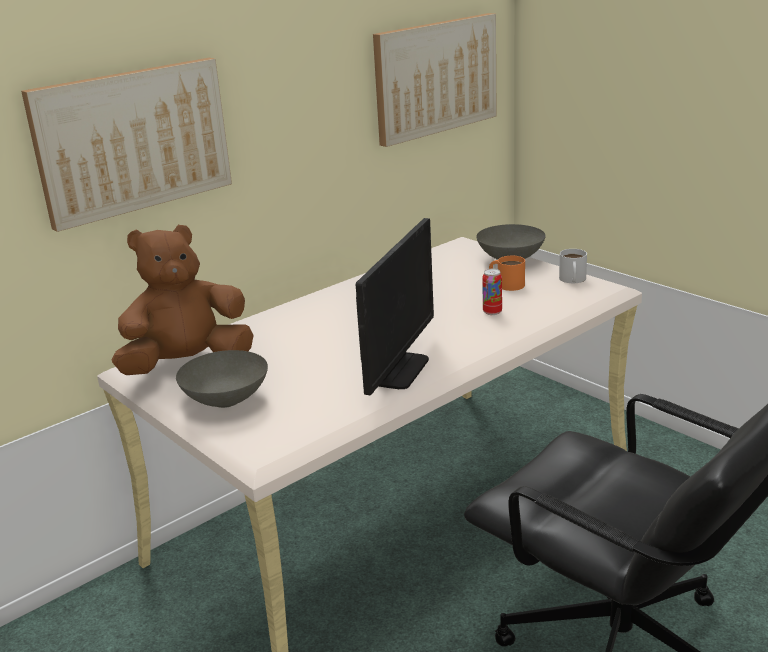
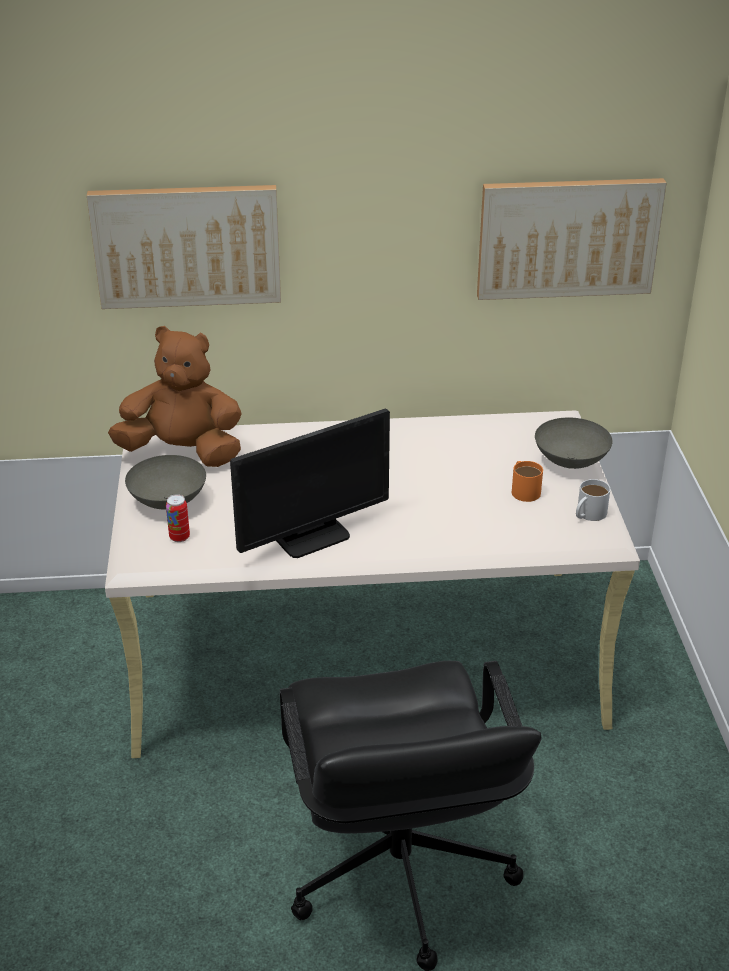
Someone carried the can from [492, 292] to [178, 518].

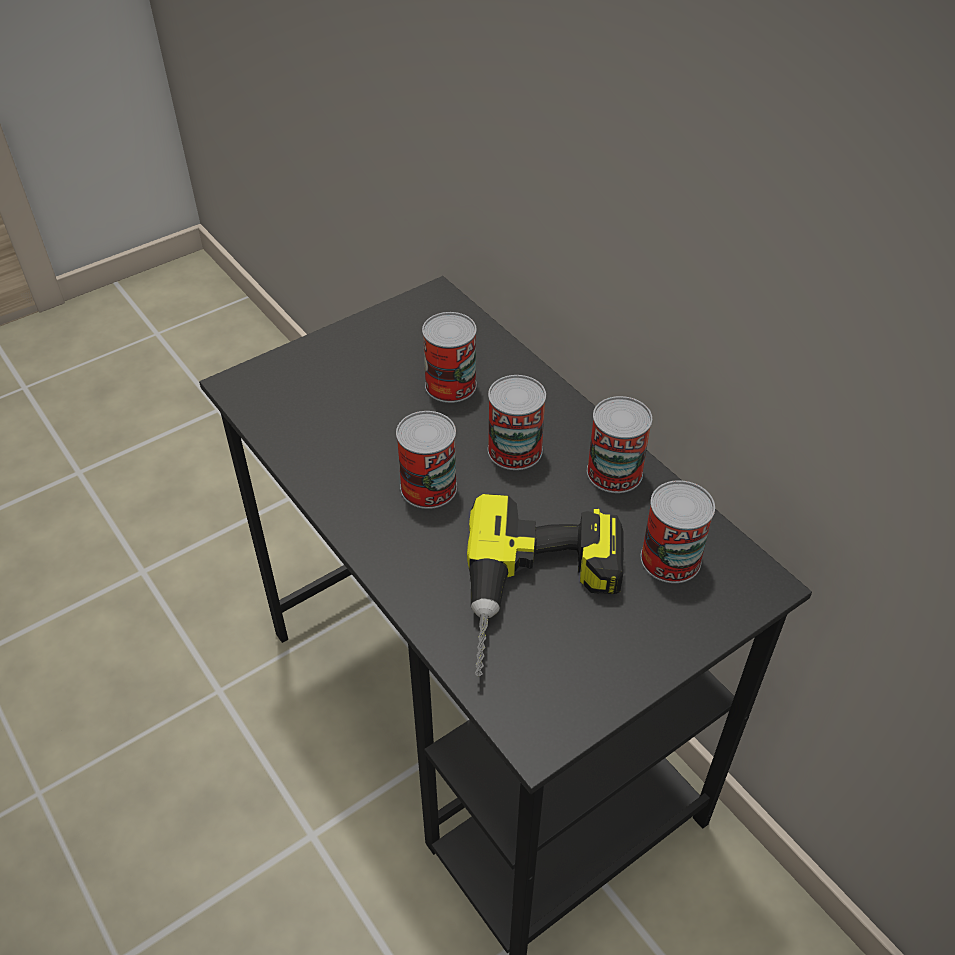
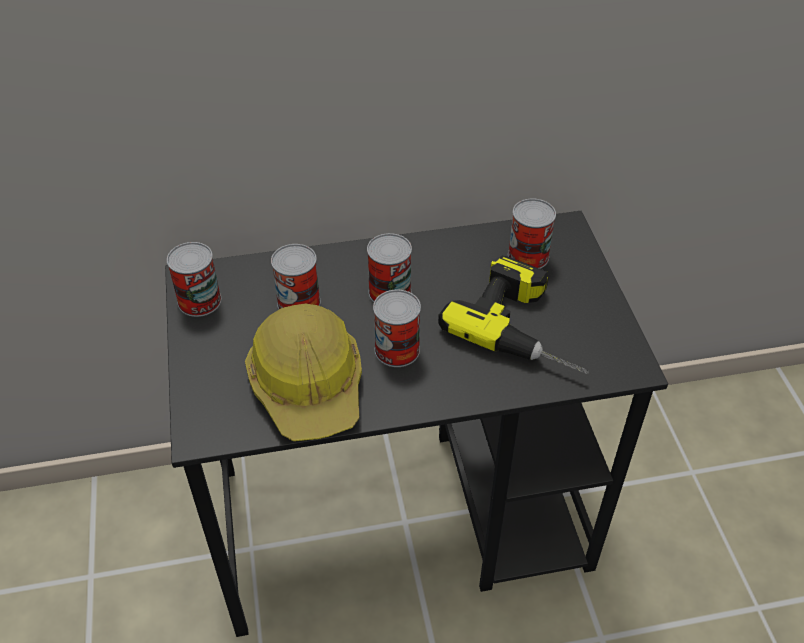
Someone put down the hard hat at [303, 372].
Someone carried the can from [619, 444] to [194, 279].

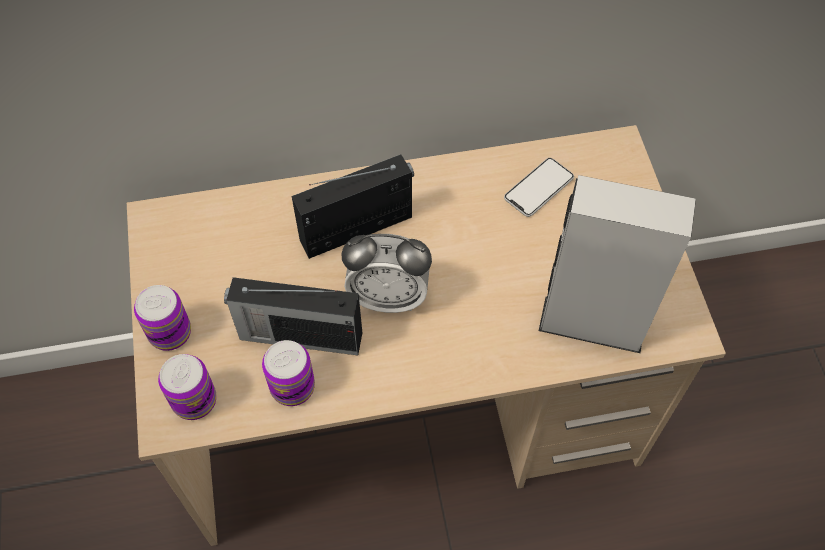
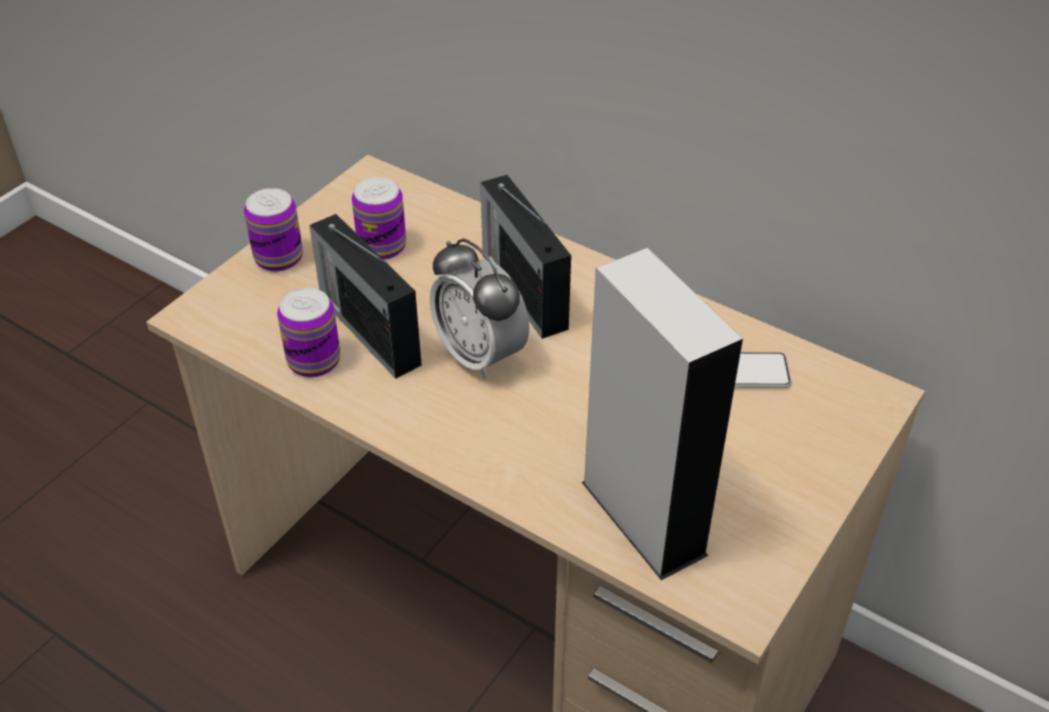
Someone carried the can from [187, 387] to [379, 218].
Someone rotated the radio at [353, 206] by 135 degrees counterclockwise.

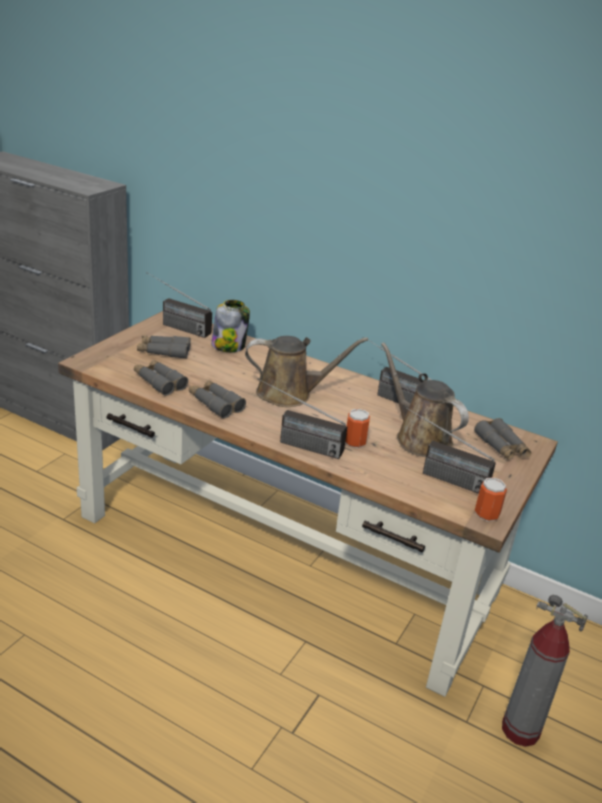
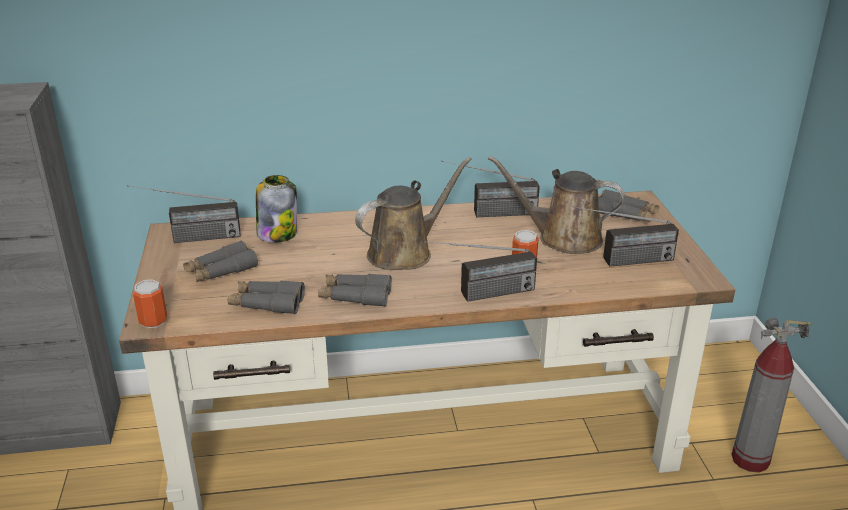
Someone carried the can from [491, 499] to [150, 303].

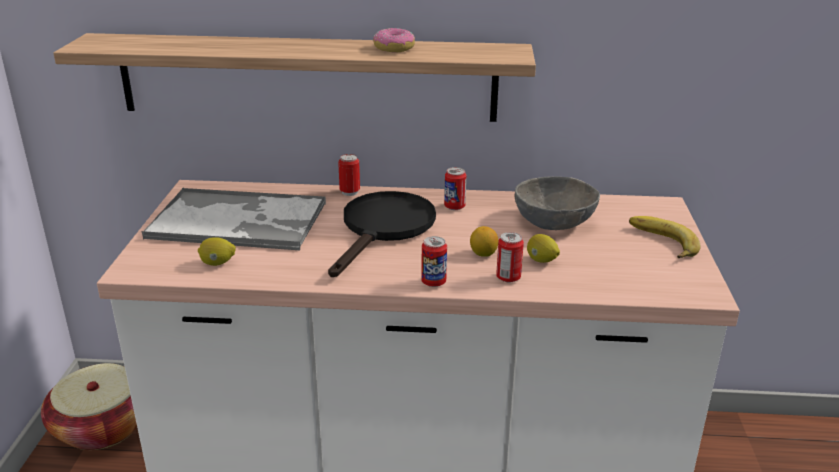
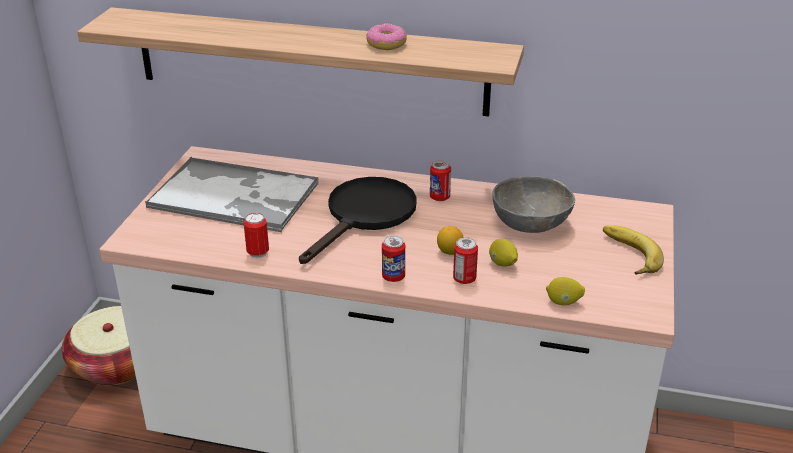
Someone carried the lemon from [217, 251] to [565, 291].
Someone carried the can from [349, 175] to [256, 235].

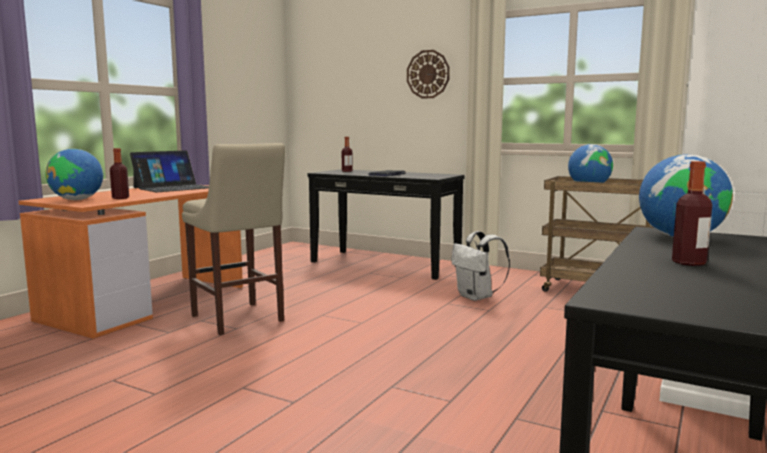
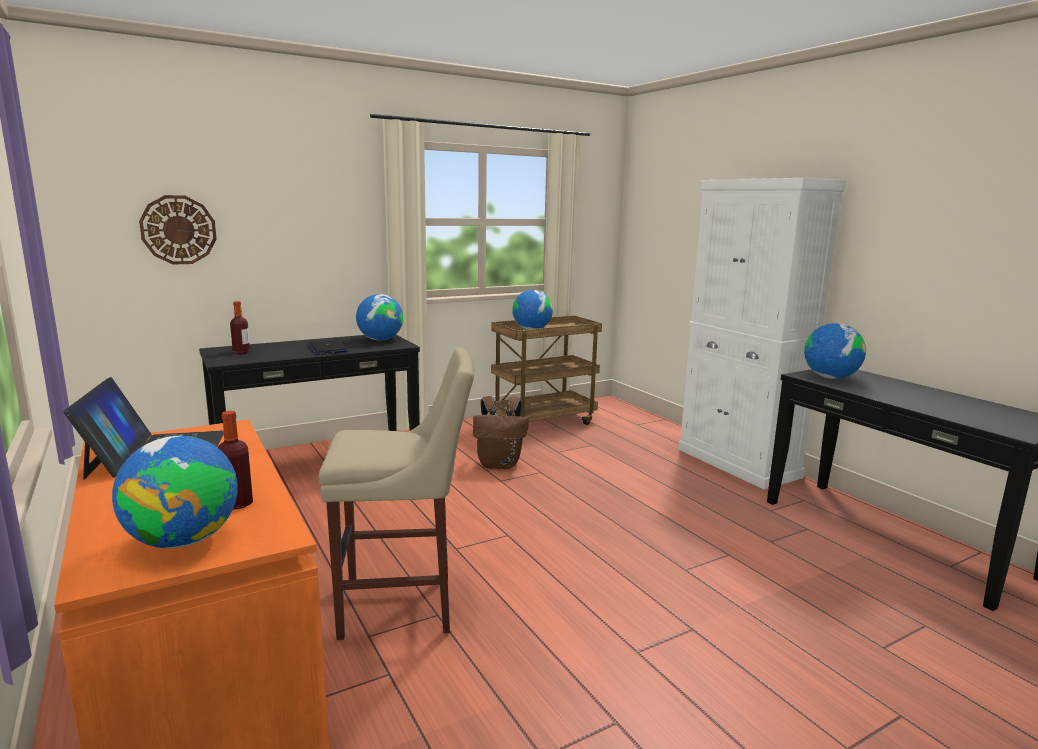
Someone took away the bottle at [692, 213].
Someone put down the globe at [379, 317].
Someone carried the wall clock from [428, 74] to [178, 230].
Someone repainted the backpack/white at [480, 266], which became the backpack/brown at [501, 432].

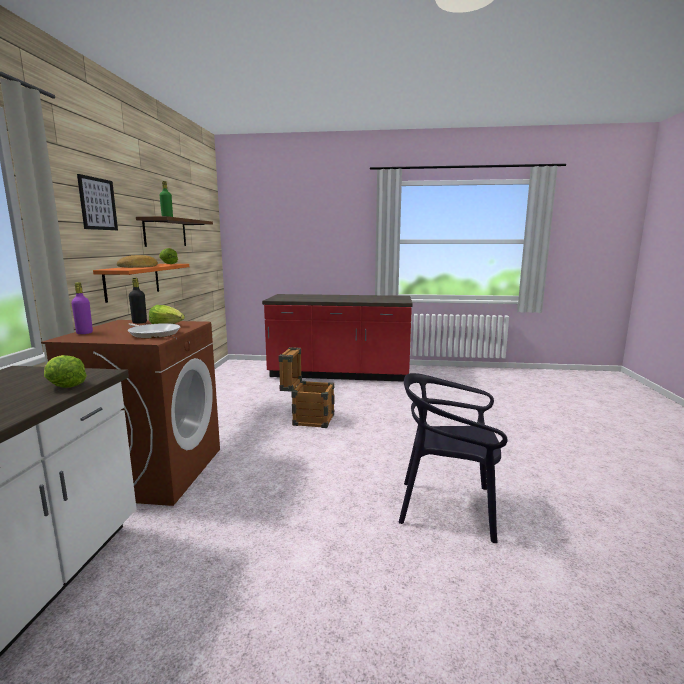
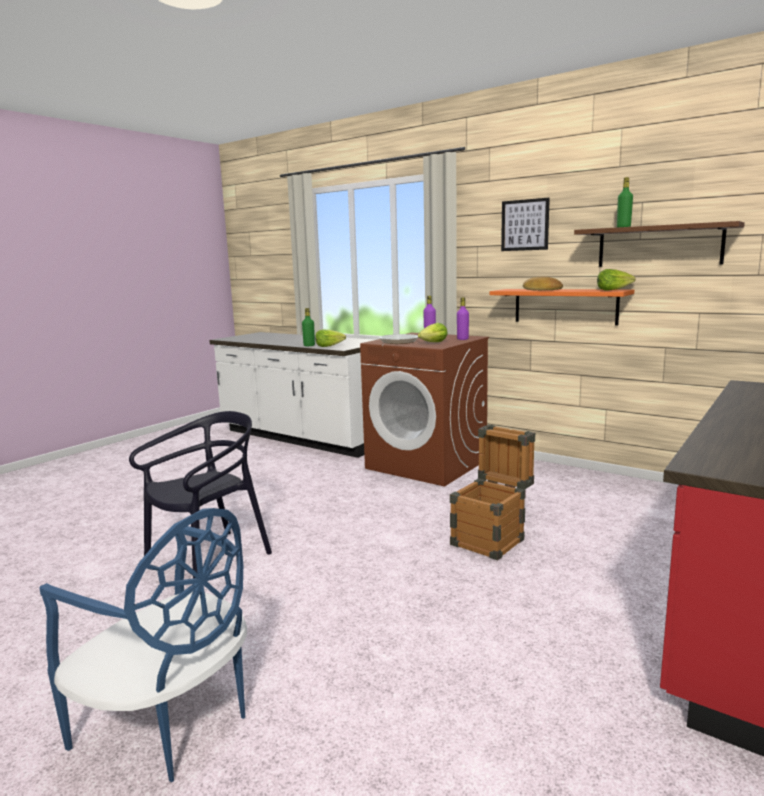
Someone put down the chair/blue at [143, 645].
Someone put down the bottle/green at [308, 327].
Someone repainted the bottle/black at [138, 301], which became the bottle/purple at [463, 318].

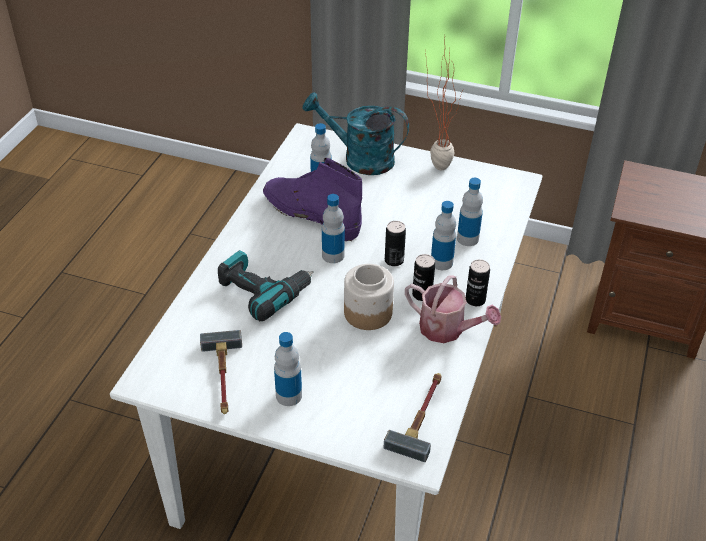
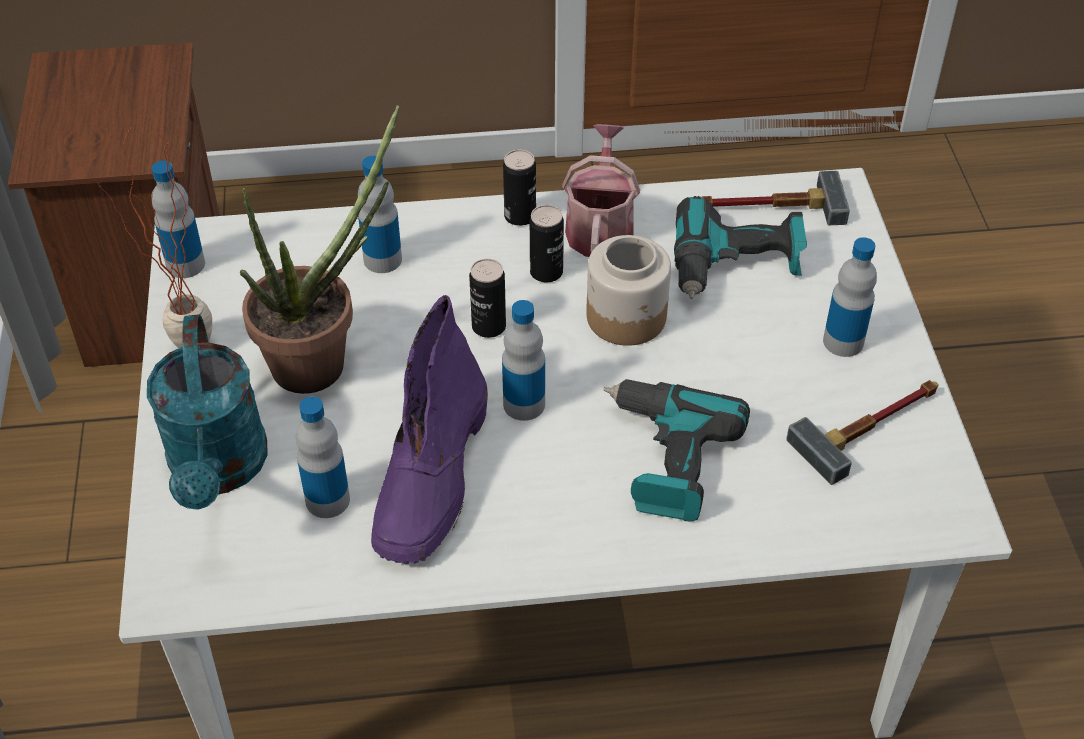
Someone put down the potted plant at [319, 249].
Someone put down the power drill at [740, 247].
Someone carried the bottle from [443, 235] to [178, 219].

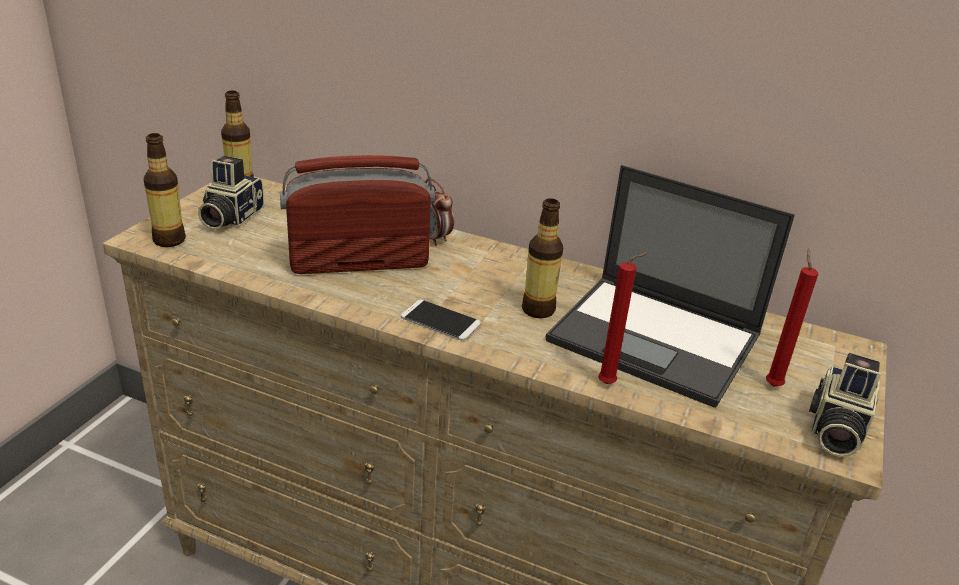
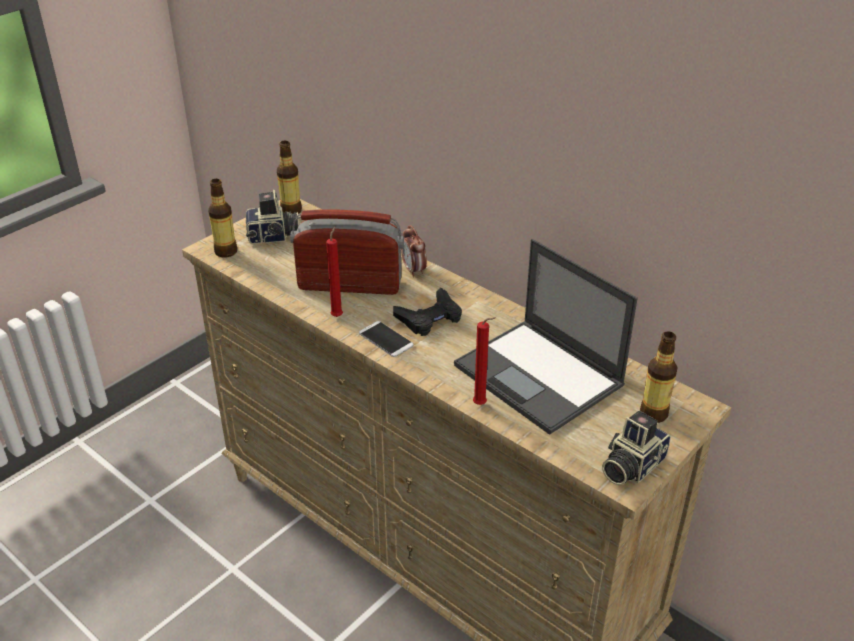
Someone put down the game controller/black at [427, 312].
Someone carried the bottle from [542, 258] to [659, 377].
Someone carried the candle/red from [792, 317] to [334, 272].
Someone rotated the photo camera at [231, 193] by 135 degrees counterclockwise.

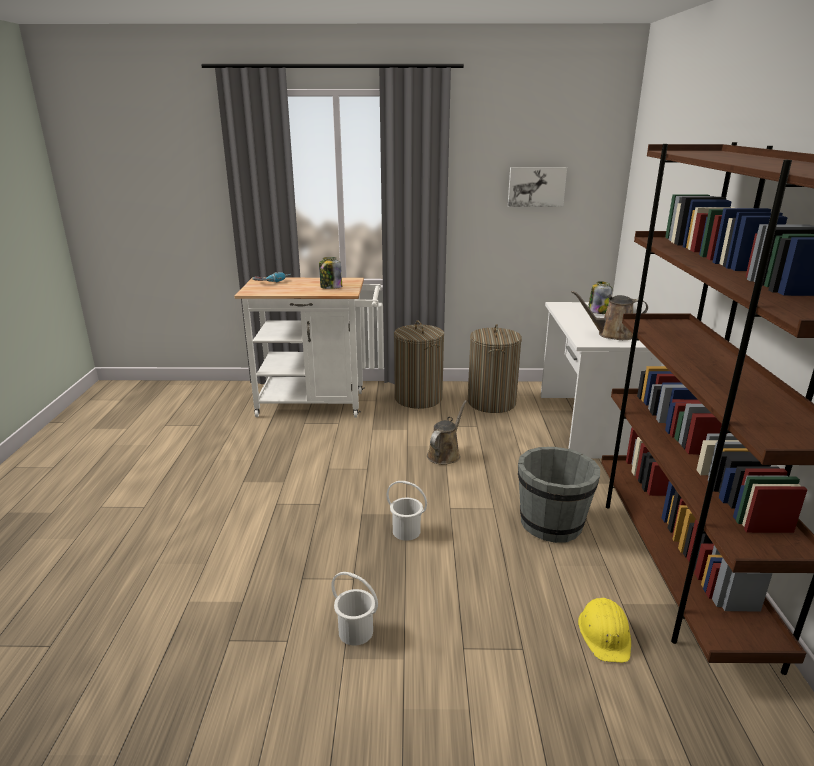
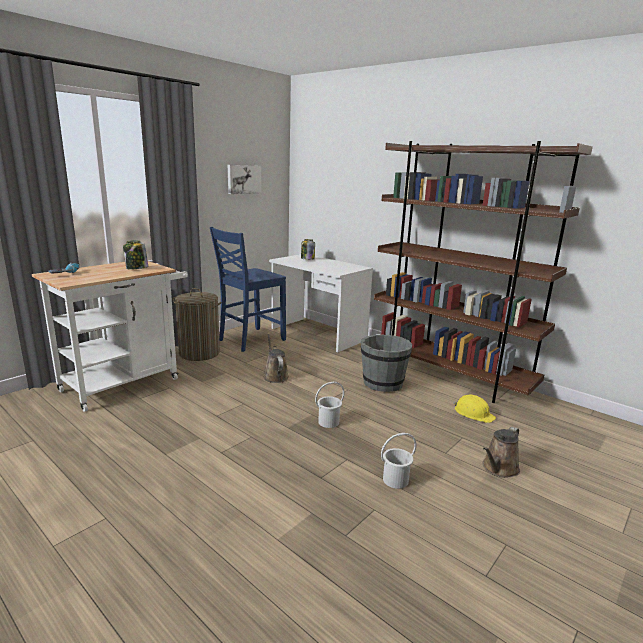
Someone carried the watering can/brown from [609, 315] to [501, 452].
Someone swapped the laundry basket at [495, 368] for the chair/blue at [248, 289].

